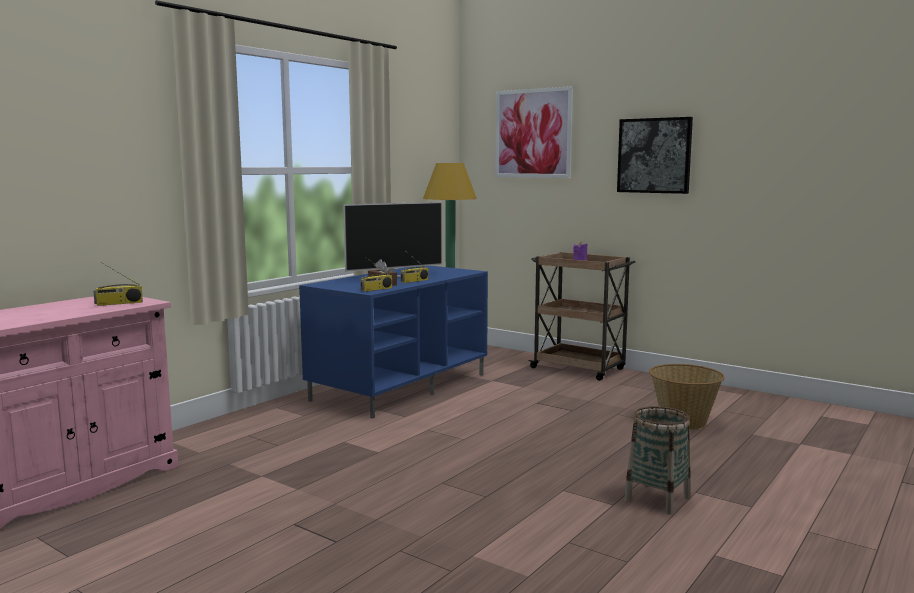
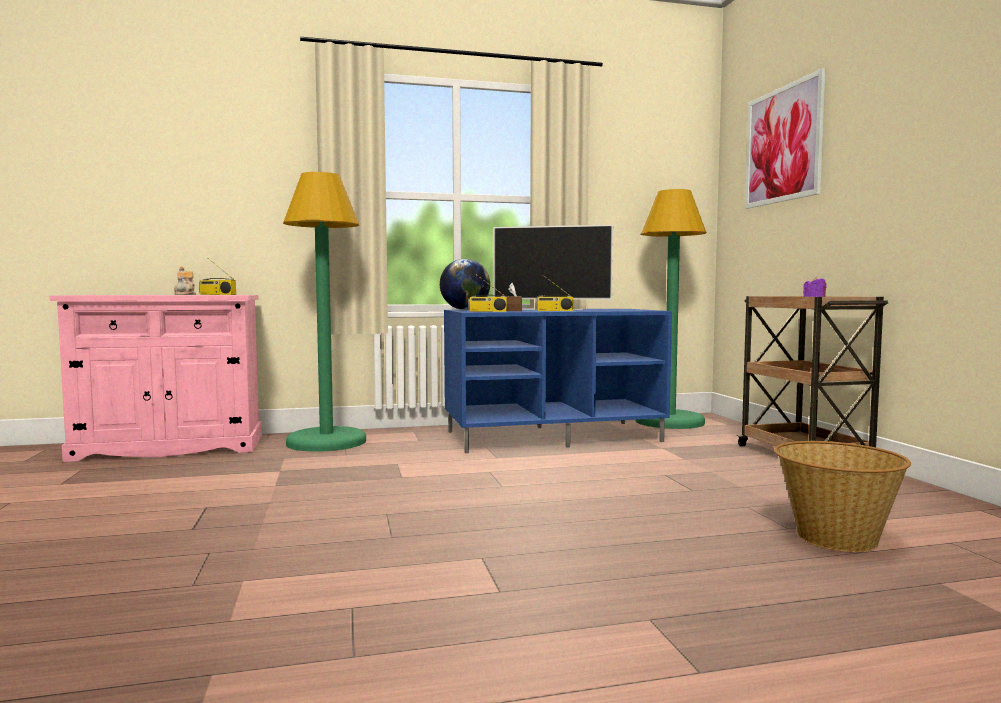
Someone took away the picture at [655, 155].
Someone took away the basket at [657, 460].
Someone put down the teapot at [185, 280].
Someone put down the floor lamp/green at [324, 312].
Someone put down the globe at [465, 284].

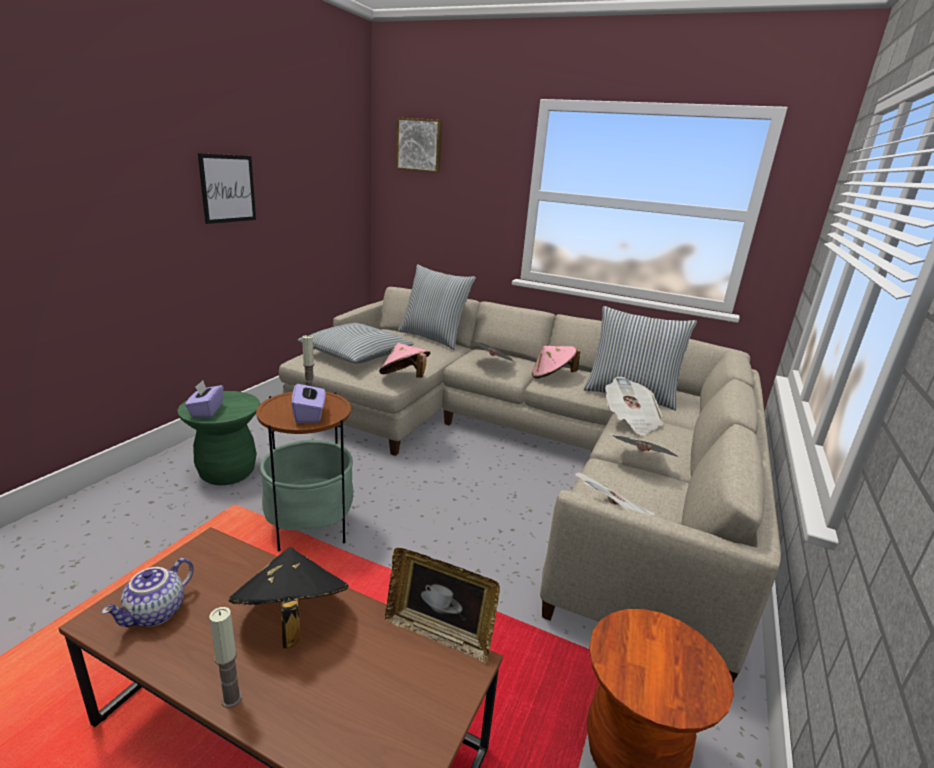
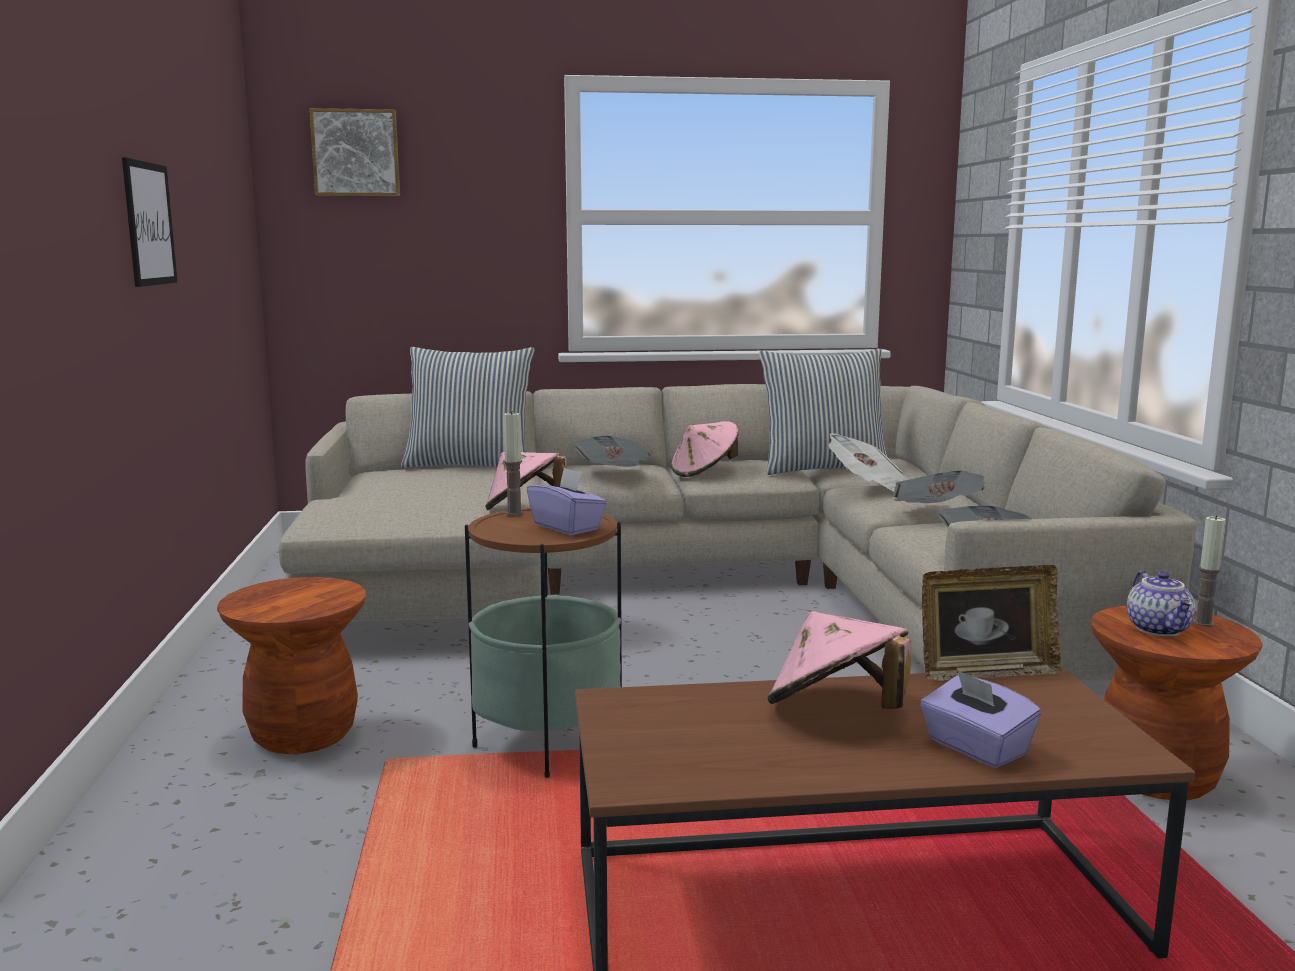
Someone took away the pillow at [356, 343].
Someone carried the teapot from [148, 592] to [1161, 604].
Someone carried the tissue box/purple from [204, 399] to [980, 718].
Someone carried the candle from [225, 657] to [1209, 570].
Someone repainted the stool/green at [218, 438], which became the stool/brown at [291, 665].
Someone repainted the hat/black at [289, 598], which became the hat/pink at [839, 660].

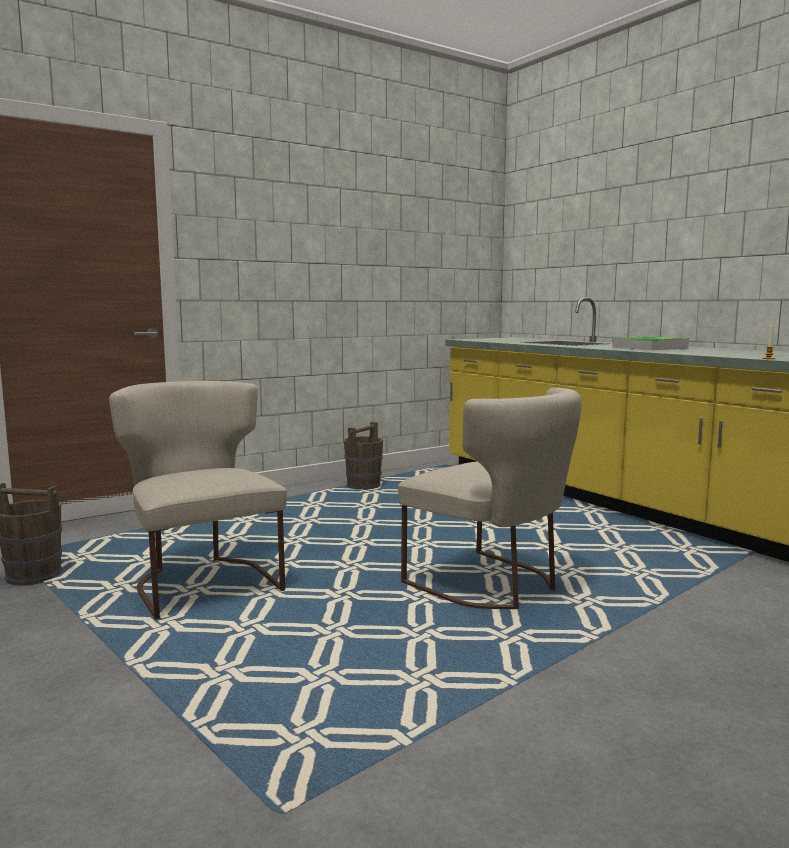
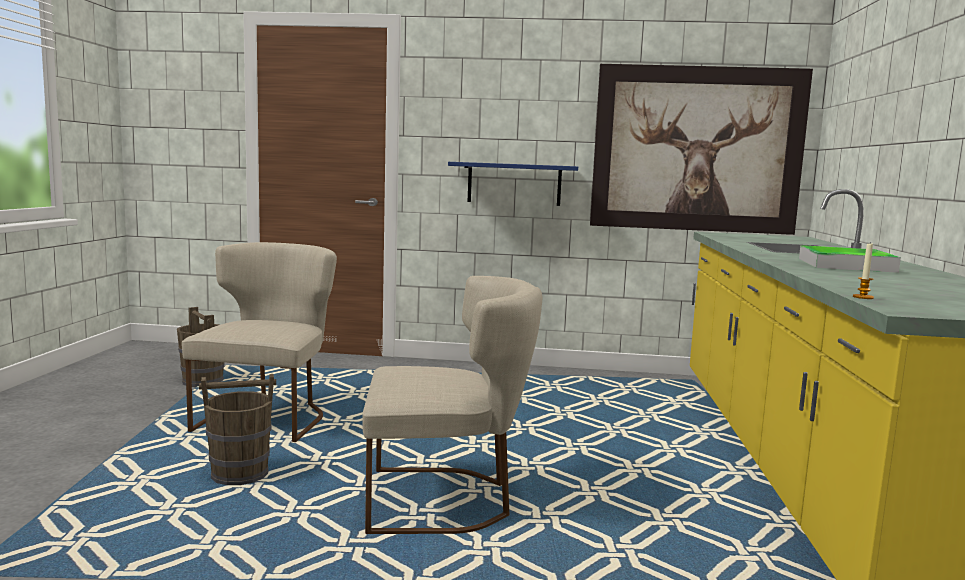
Someone put up the shelf/blue at [513, 184].
Someone put up the picture at [701, 149].
Someone carried the bucket/brown from [363, 456] to [237, 429].
Someone rotated the chair/beige at [490, 498] by 90 degrees counterclockwise.

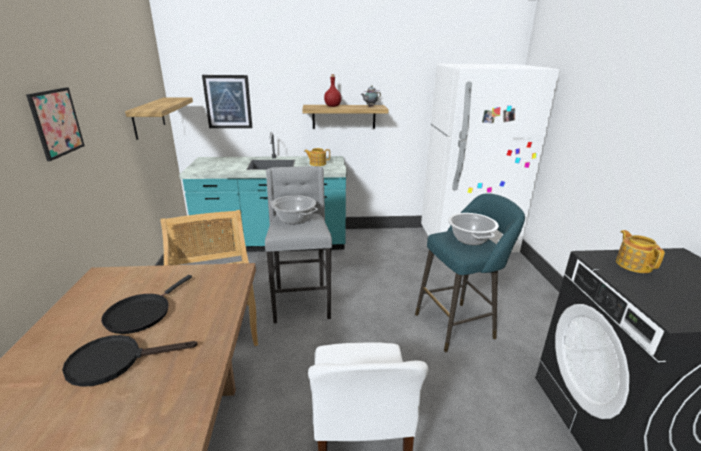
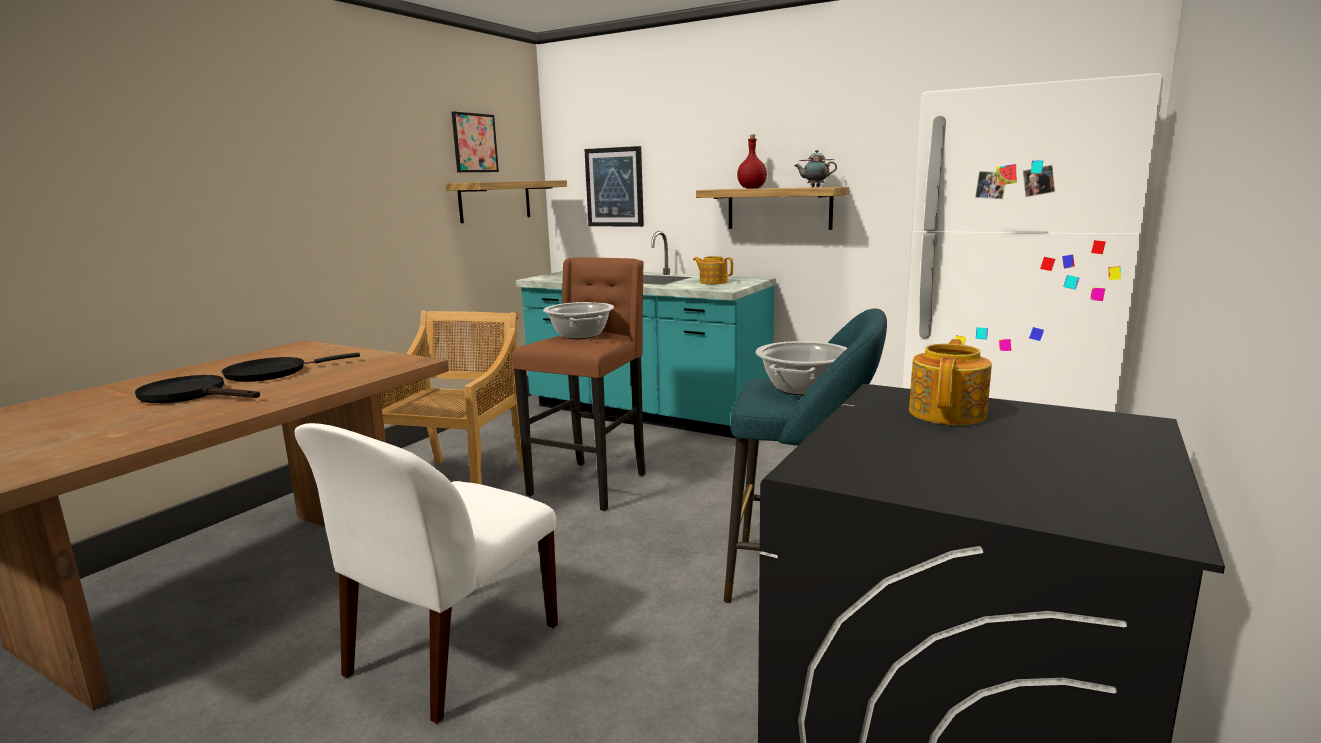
Someone carried the picture from [55, 124] to [475, 141].
Someone repainted the stool/grey at [298, 245], which became the stool/brown at [578, 384].

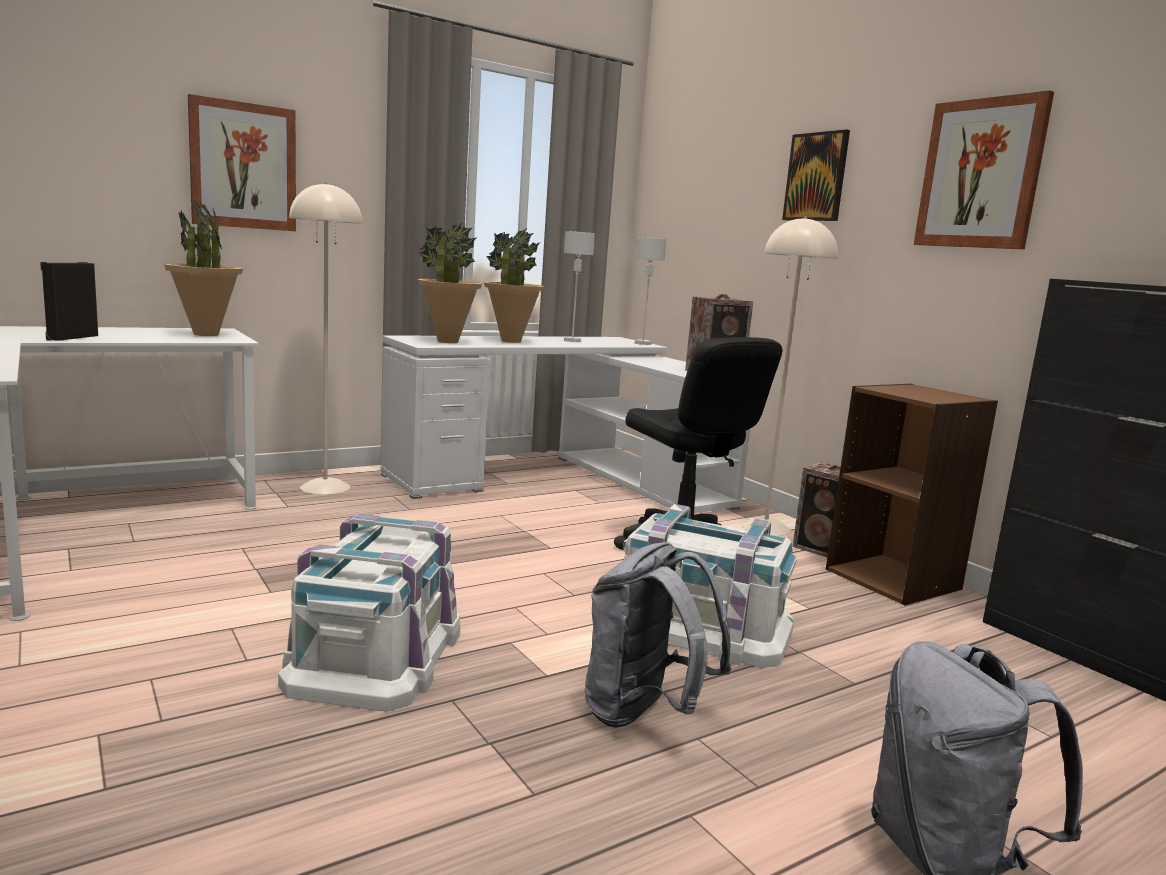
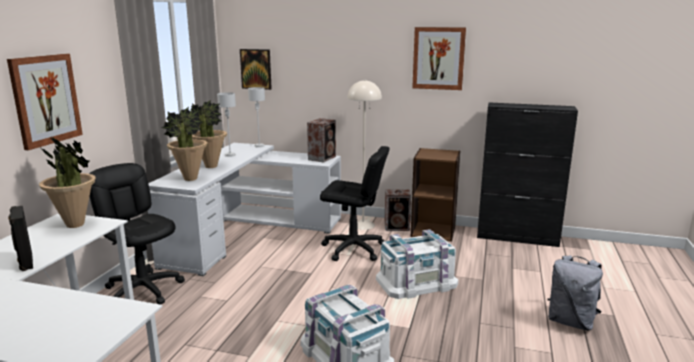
Someone took away the backpack/grey at [658, 635].
Someone carried the picture from [816, 175] to [256, 69].
Someone swapped the floor lamp/beige at [325, 338] for the office chair/black at [137, 234].

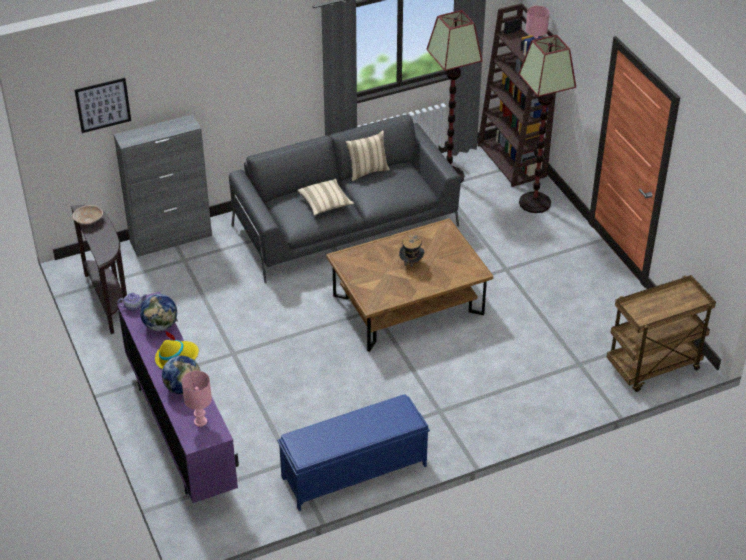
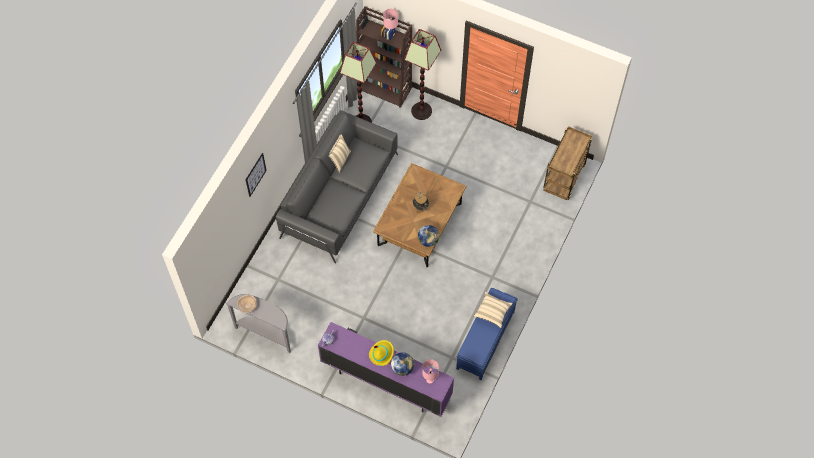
Someone took away the cabinet/grey at [163, 185].
Someone carried the picture from [102, 105] to [256, 175].
Someone carried the globe from [158, 312] to [429, 236].
Someone carried the pillow/beige from [325, 197] to [493, 310].
Someone repainted the console table/brown at [99, 269], which became the console table/grey at [258, 323].

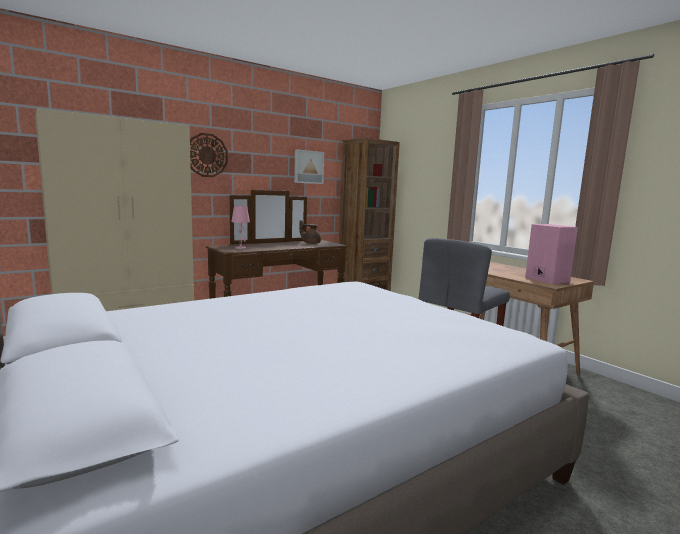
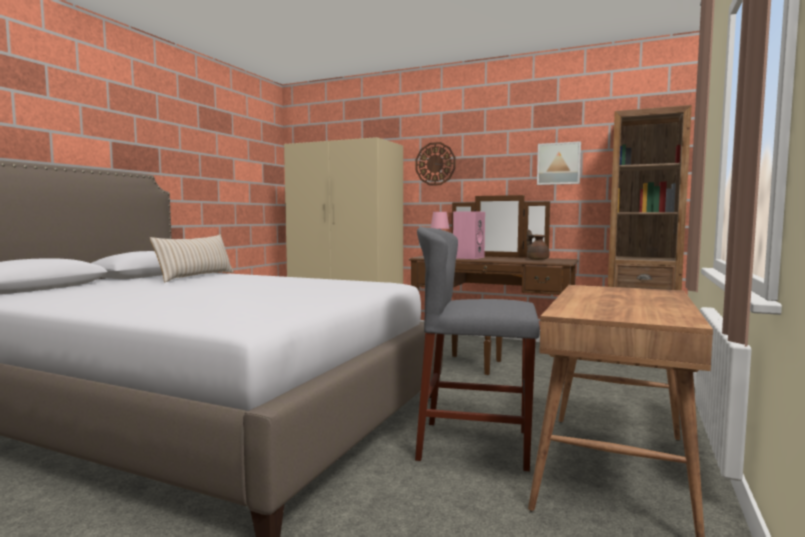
Someone put down the pillow/beige at [192, 258].
Someone carried the speaker/pink from [551, 254] to [469, 235].

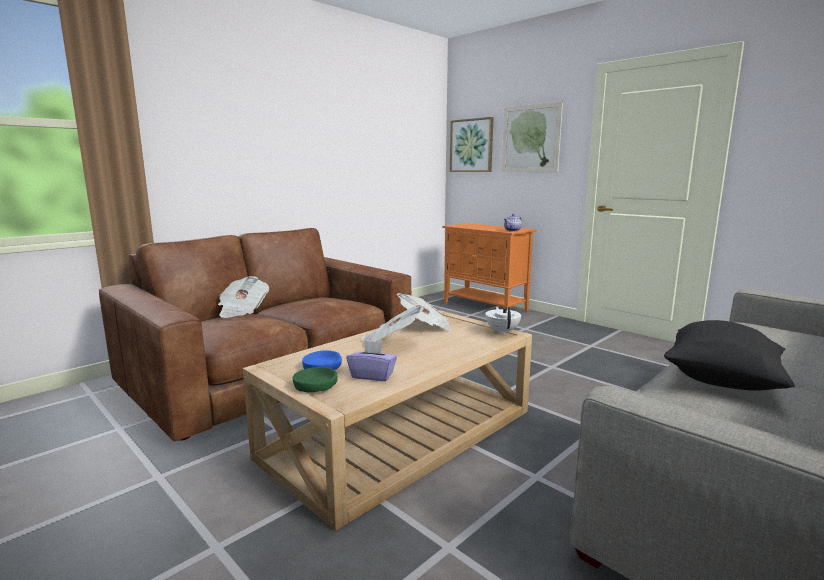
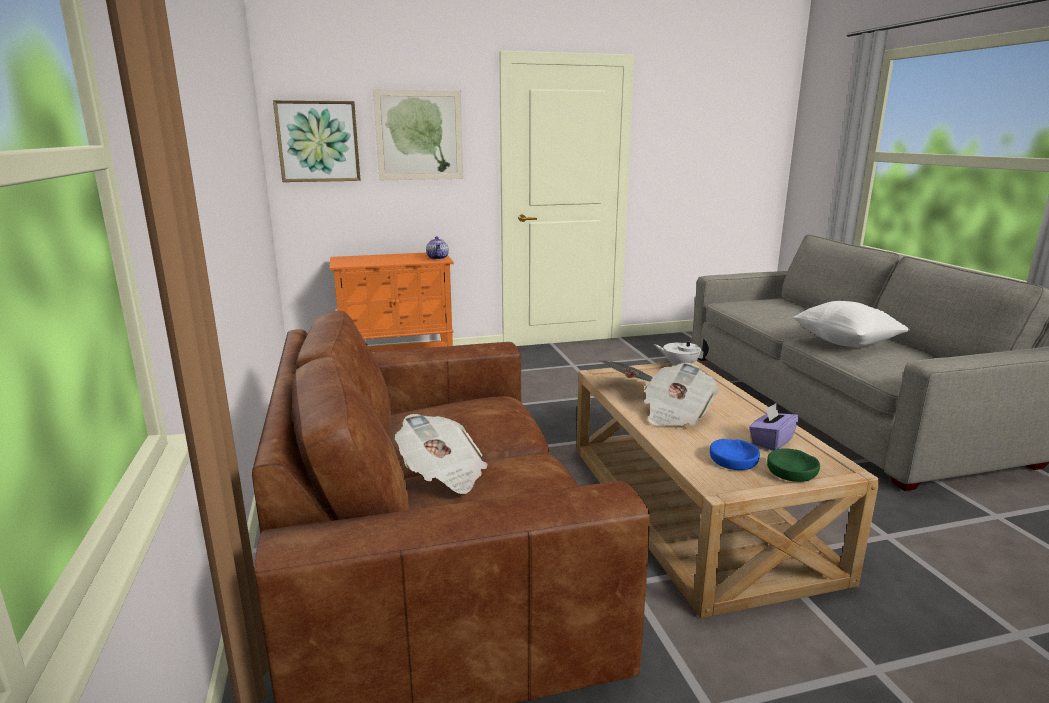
Someone repainted the pillow/black at [729, 355], which became the pillow/white at [851, 324].

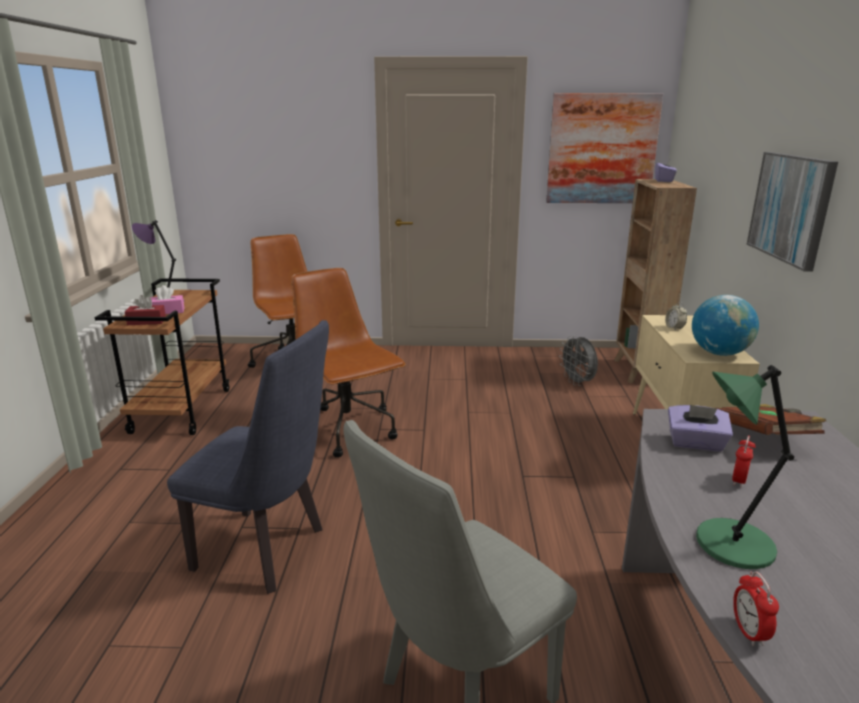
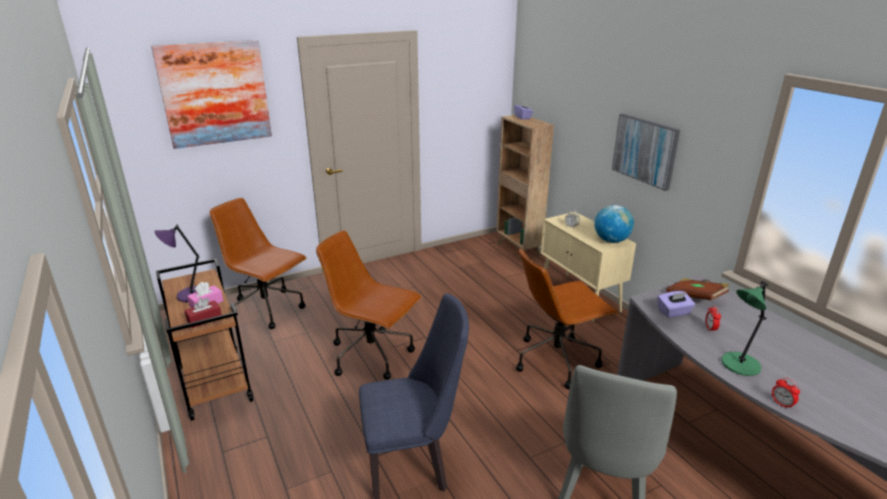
Someone took away the fan/grey at [578, 361].
Someone put down the office chair/brown at [567, 318].
Someone carried the picture from [604, 148] to [211, 94].

